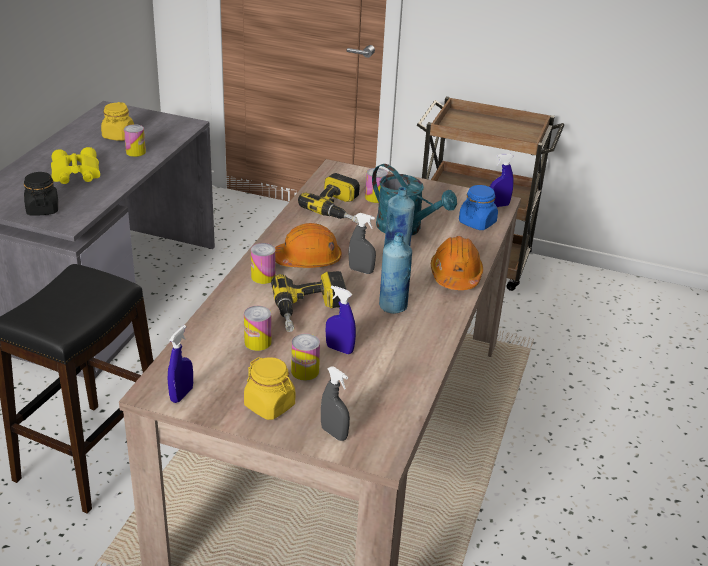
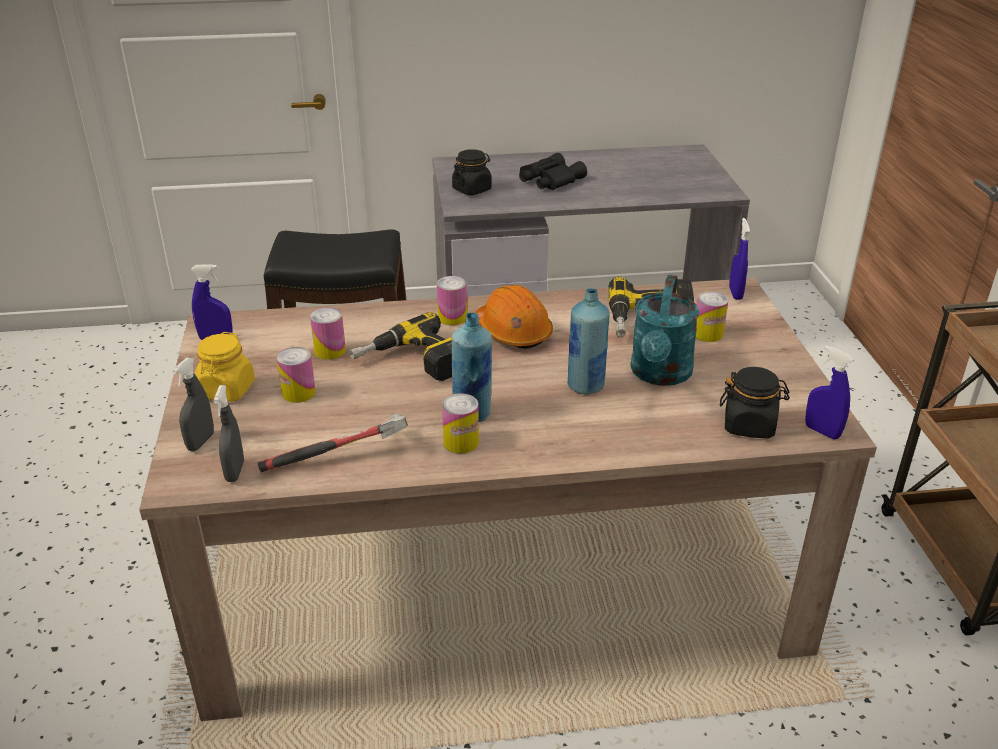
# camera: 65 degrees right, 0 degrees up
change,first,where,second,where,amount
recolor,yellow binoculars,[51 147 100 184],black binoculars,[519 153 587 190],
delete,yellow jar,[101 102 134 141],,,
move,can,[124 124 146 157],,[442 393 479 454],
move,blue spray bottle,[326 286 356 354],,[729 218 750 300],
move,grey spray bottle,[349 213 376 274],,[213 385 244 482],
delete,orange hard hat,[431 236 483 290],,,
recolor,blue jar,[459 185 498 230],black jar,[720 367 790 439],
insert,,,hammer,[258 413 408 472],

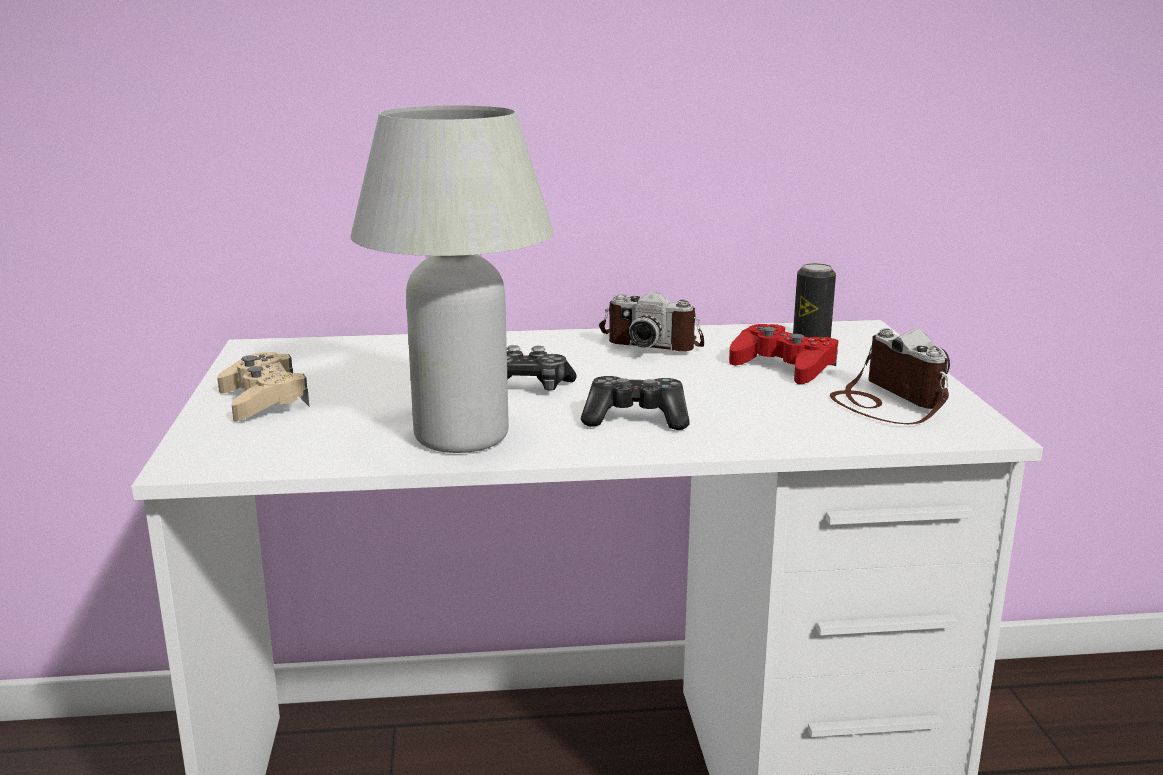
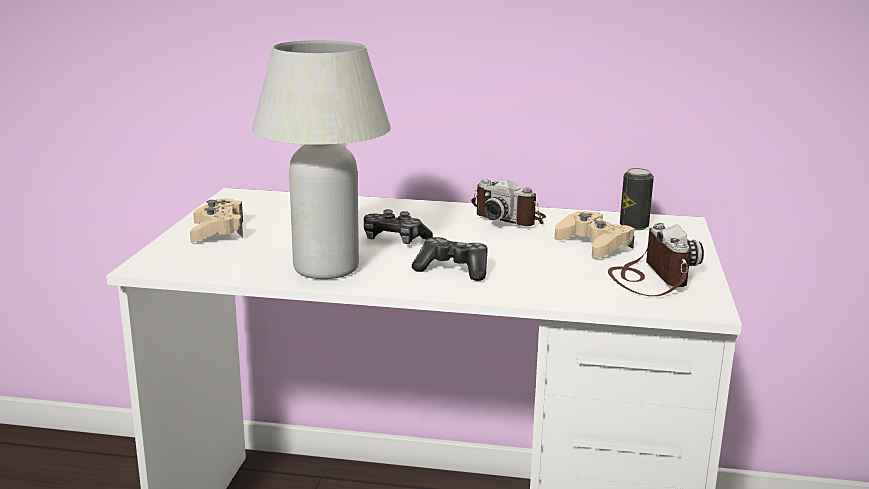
# camera: 15 degrees right, 0 degrees up
change,first,where,second,where,amount
recolor,red game controller,[729 324 839 385],beige game controller,[555 211 634 259],

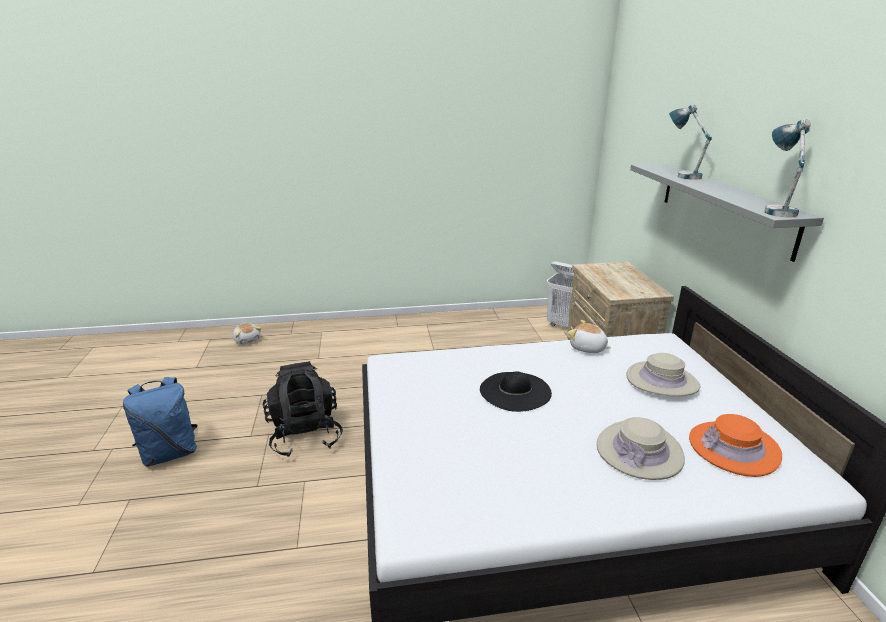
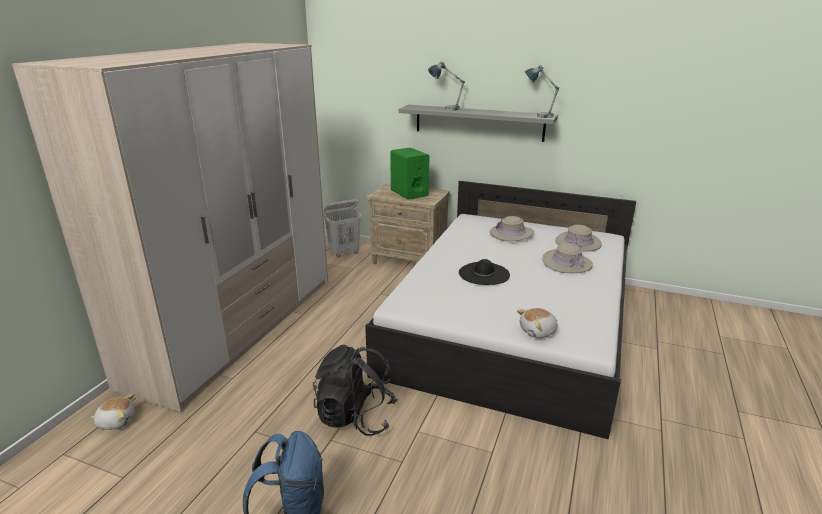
# camera: 60 degrees left, 0 degrees up
change,first,where,second,where,amount
move,plush toy,[568 320 611 353],,[517 308 558 338],
recolor,orange hat,[689 414 782 477],beige hat,[555 225 602 252],
insert,,,wardrobe,[12 43 328 413],
insert,,,green speaker,[390 147 429 200],

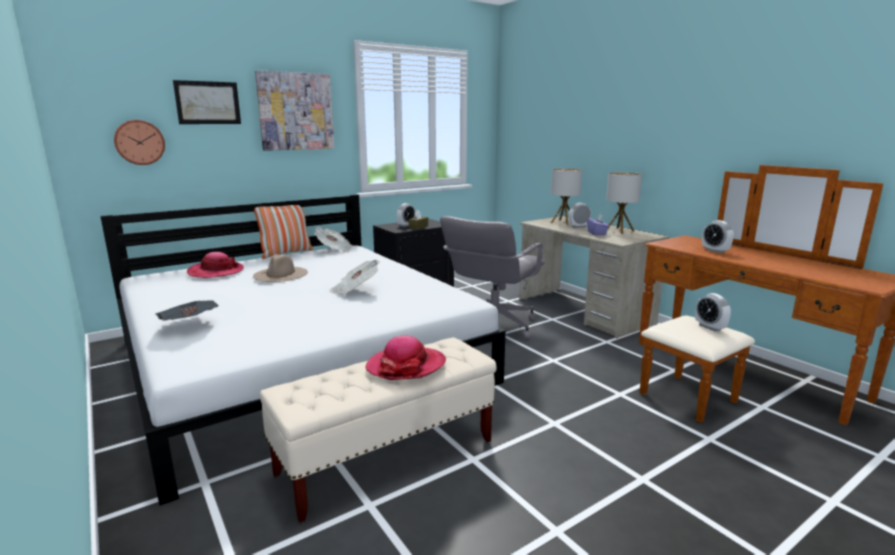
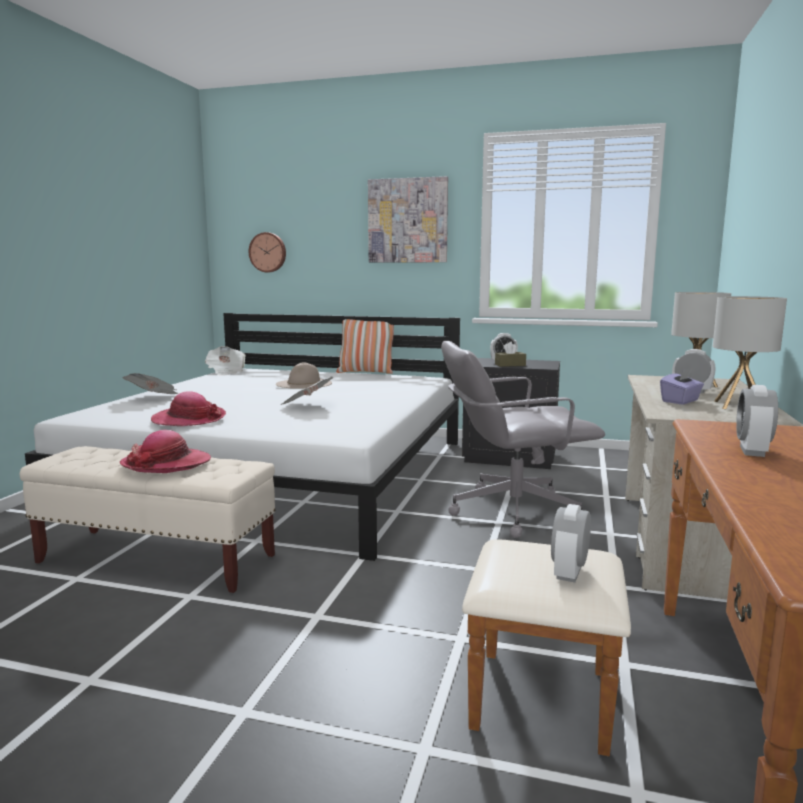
# camera: 50 degrees right, 5 degrees down
change,first,where,second,where,amount
delete,picture,[173 80 241 124],,,
move,hat,[187 252 244 278],,[151 391 226 426],
move,newspaper,[314 227 353 253],,[205 346 246 376],

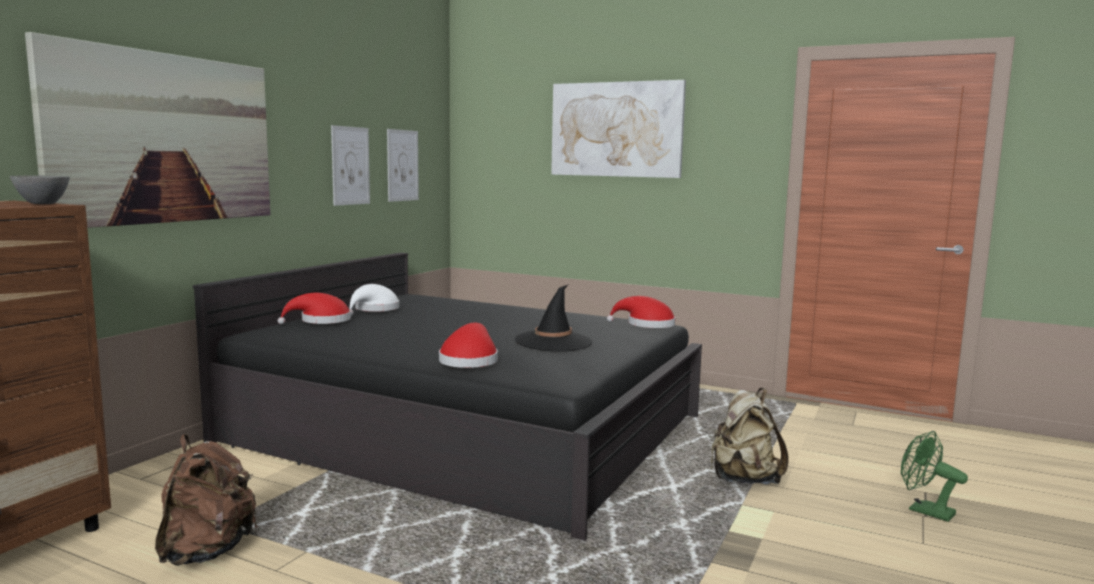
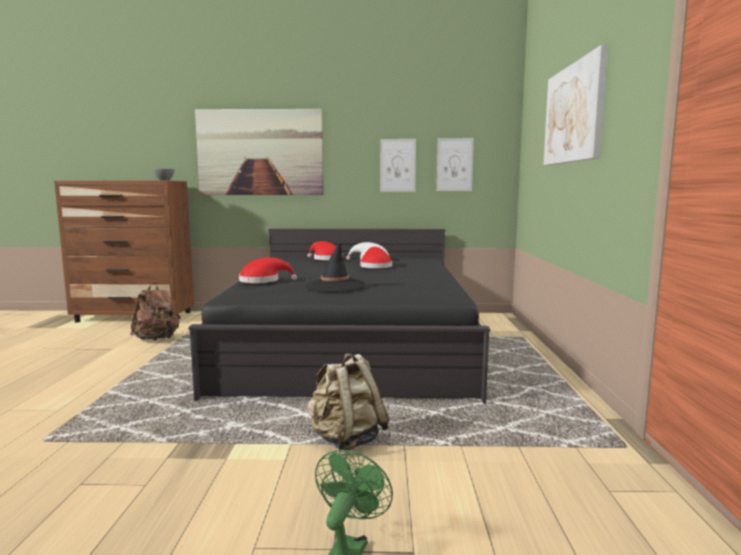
# camera: 65 degrees right, 0 degrees up
change,first,where,second,where,amount
move,red hat,[607 296 675 328],,[360 247 392 268],

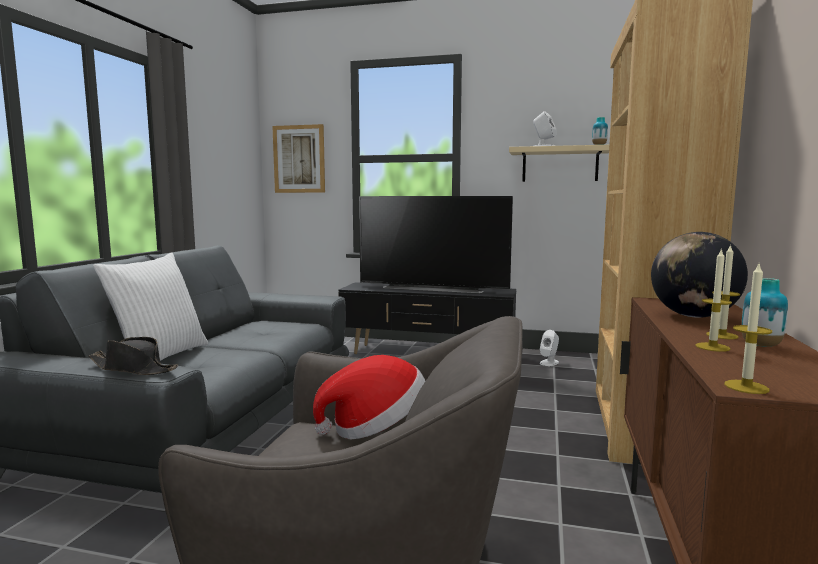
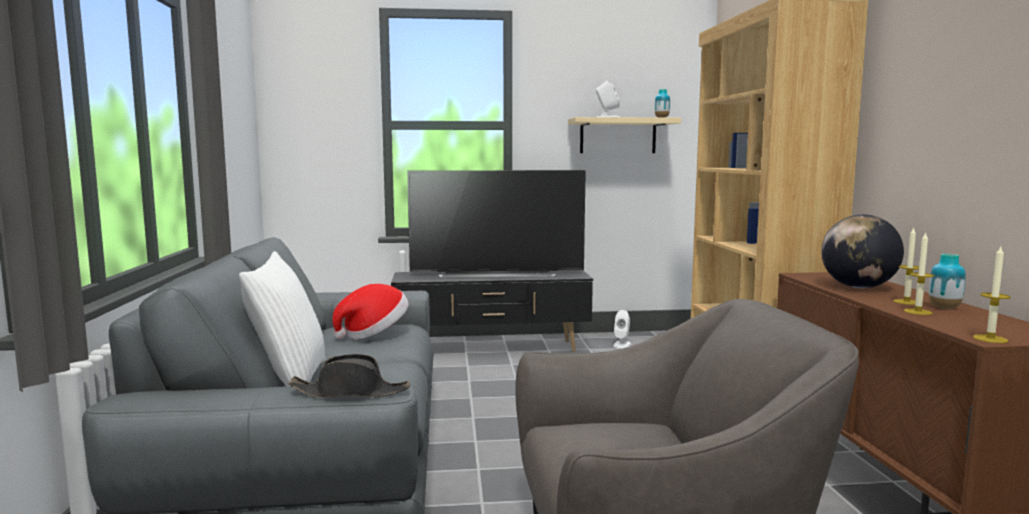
# camera: 20 degrees left, 0 degrees up
change,first,where,second,where,amount
delete,picture,[272 124 325 193],,,
move,hat,[313 355 425 439],,[332 284 409 339],

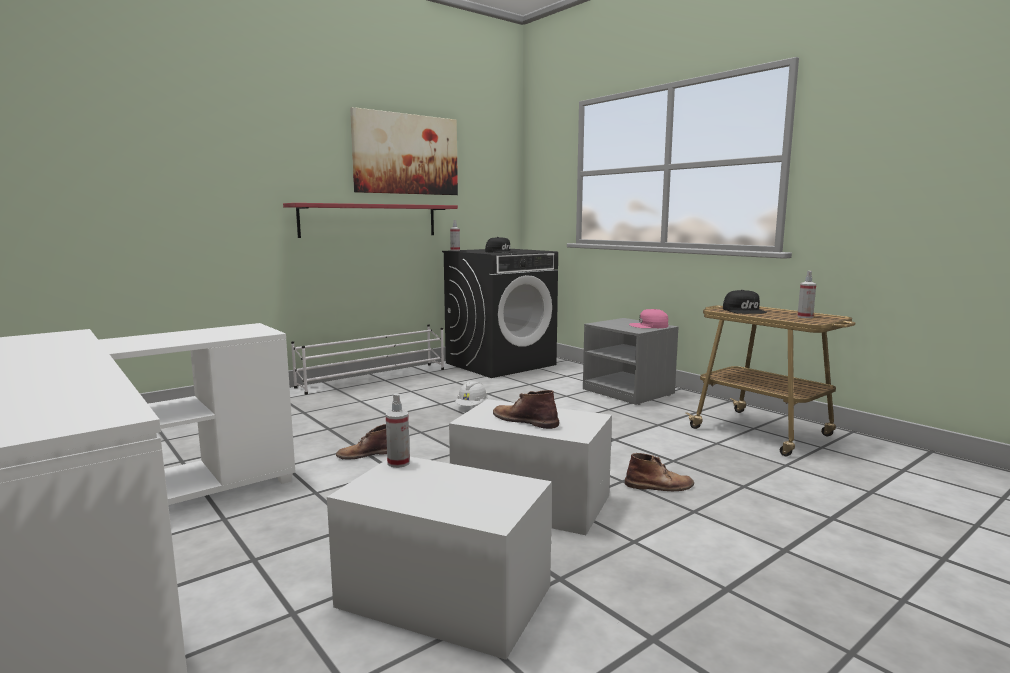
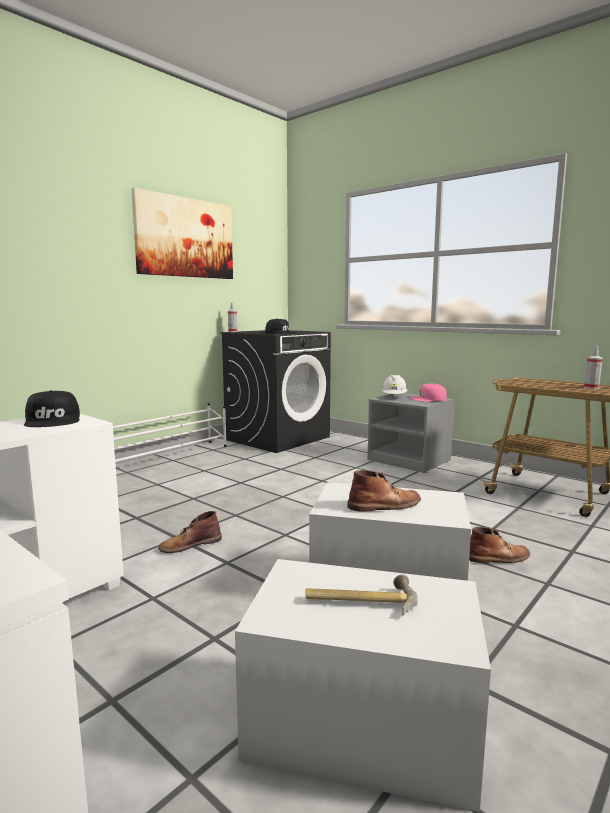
# camera: 10 degrees left, 0 degrees up
change,first,where,second,where,amount
delete,red shelf,[283 203 458 238],,,
delete,spray bottle,[386 393 410 468],,,
move,white hard hat,[455 381 488 406],,[381 375 408 395],
rotate,brown boot,[493 390 559 429],,[347 470 421 511],135 degrees clockwise
move,black cap,[723 290 767 314],,[24 390 80 427],
insert,,,hammer,[305 574 418 616],

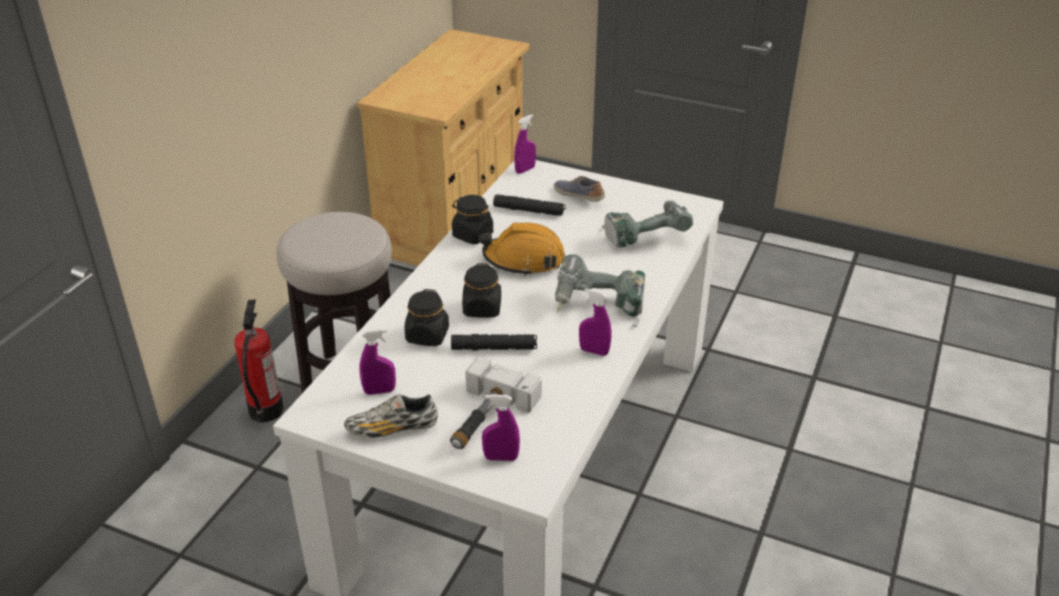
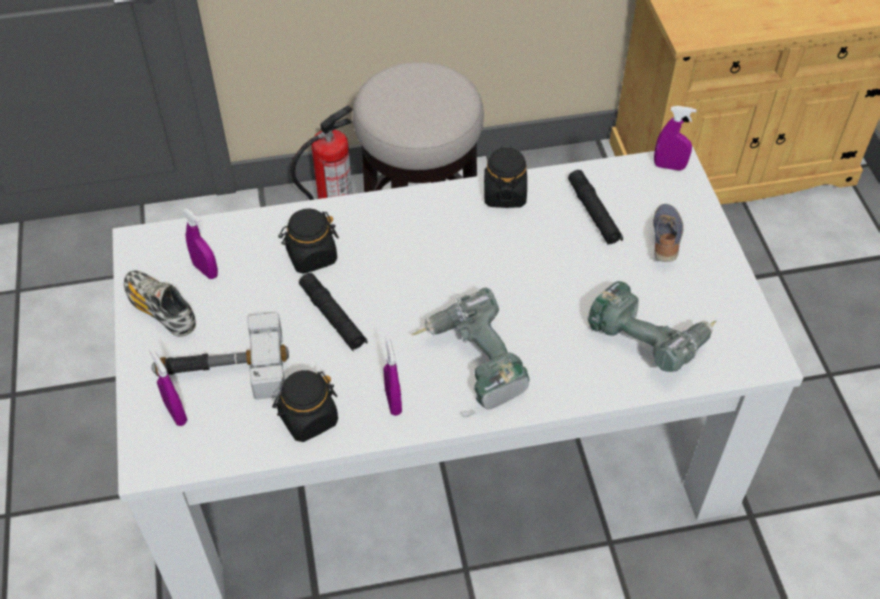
# camera: 55 degrees right, 15 degrees up
change,first,where,second,where,amount
move,black jar,[462 263 501 318],,[272 370 338 442],
delete,orange hard hat,[480 223 565 276],,,

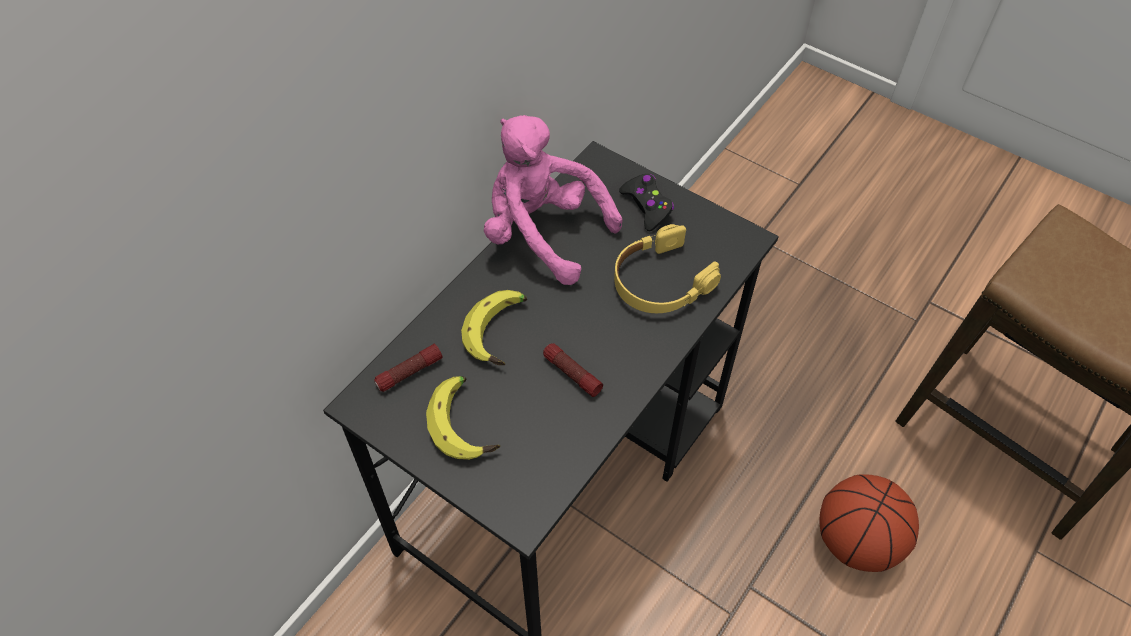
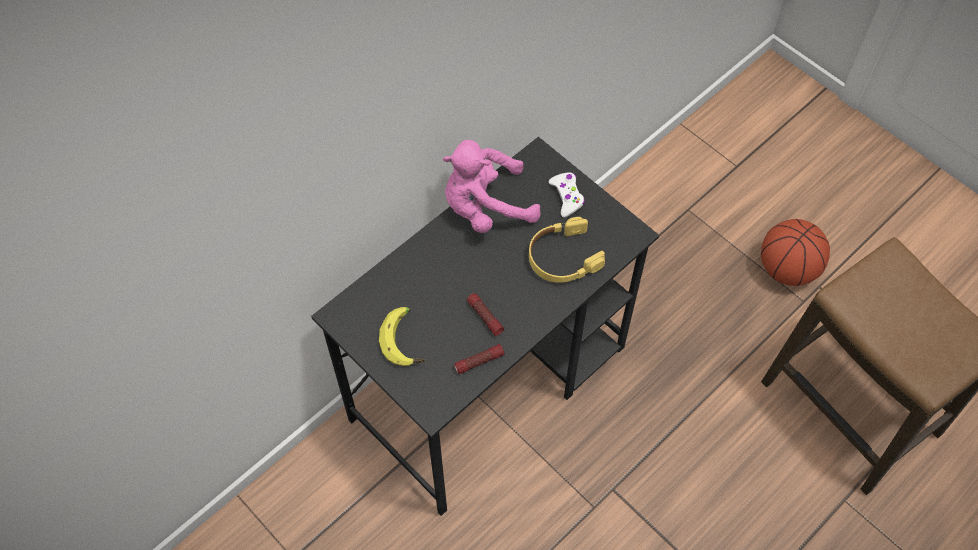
# camera: 10 degrees right, 5 degrees up
change,first,where,second,where,amount
move,flashlight,[374 344 443 392],,[454 344 505 374],
delete,banana,[461 290 527 365],,,
rotate,pink plush toy,[484 115 623 285],,[443 140 541 233],60 degrees counterclockwise
recolor,black game controller,[619 174 674 231],white game controller,[549 172 585 218],
move,basketball,[819 474 919 572],,[761 219 830 286],

